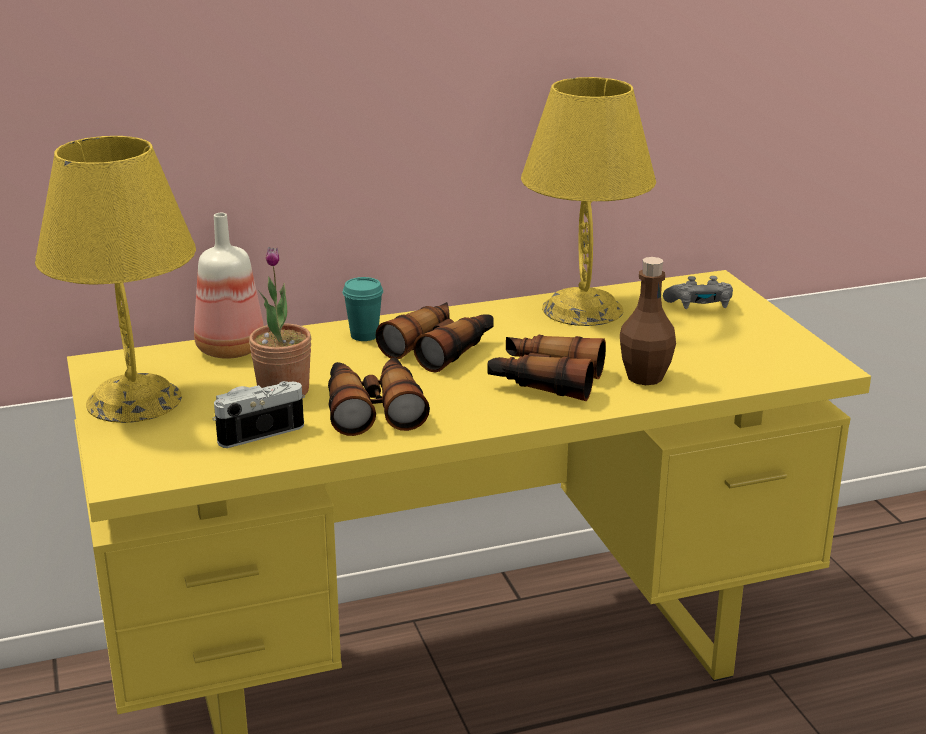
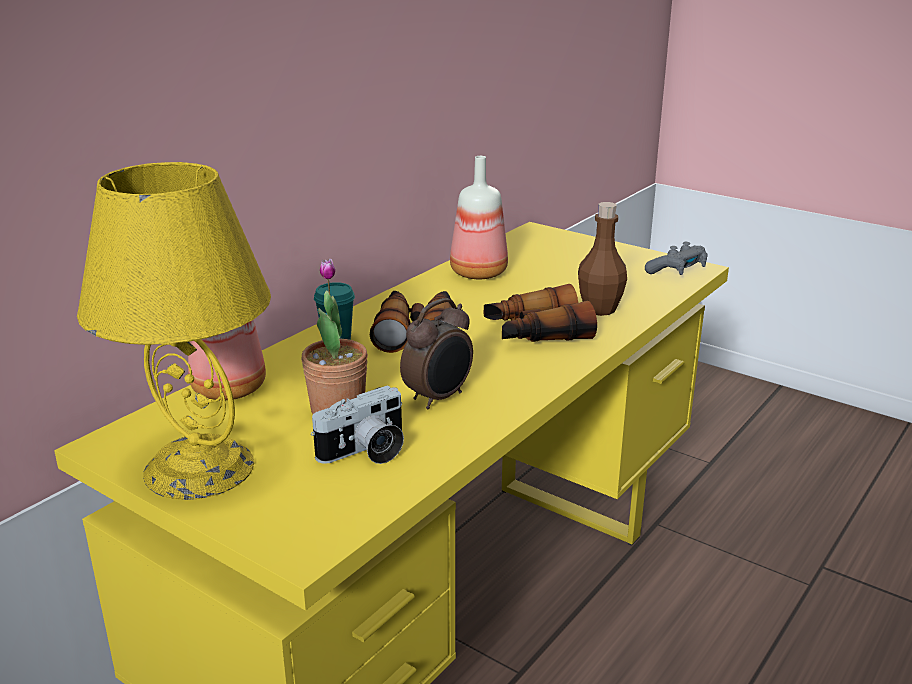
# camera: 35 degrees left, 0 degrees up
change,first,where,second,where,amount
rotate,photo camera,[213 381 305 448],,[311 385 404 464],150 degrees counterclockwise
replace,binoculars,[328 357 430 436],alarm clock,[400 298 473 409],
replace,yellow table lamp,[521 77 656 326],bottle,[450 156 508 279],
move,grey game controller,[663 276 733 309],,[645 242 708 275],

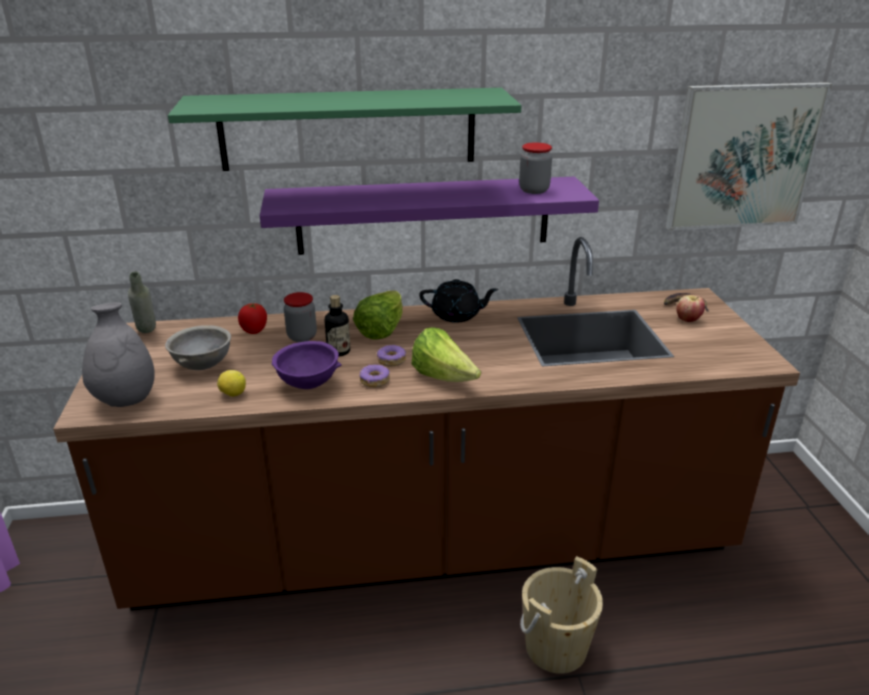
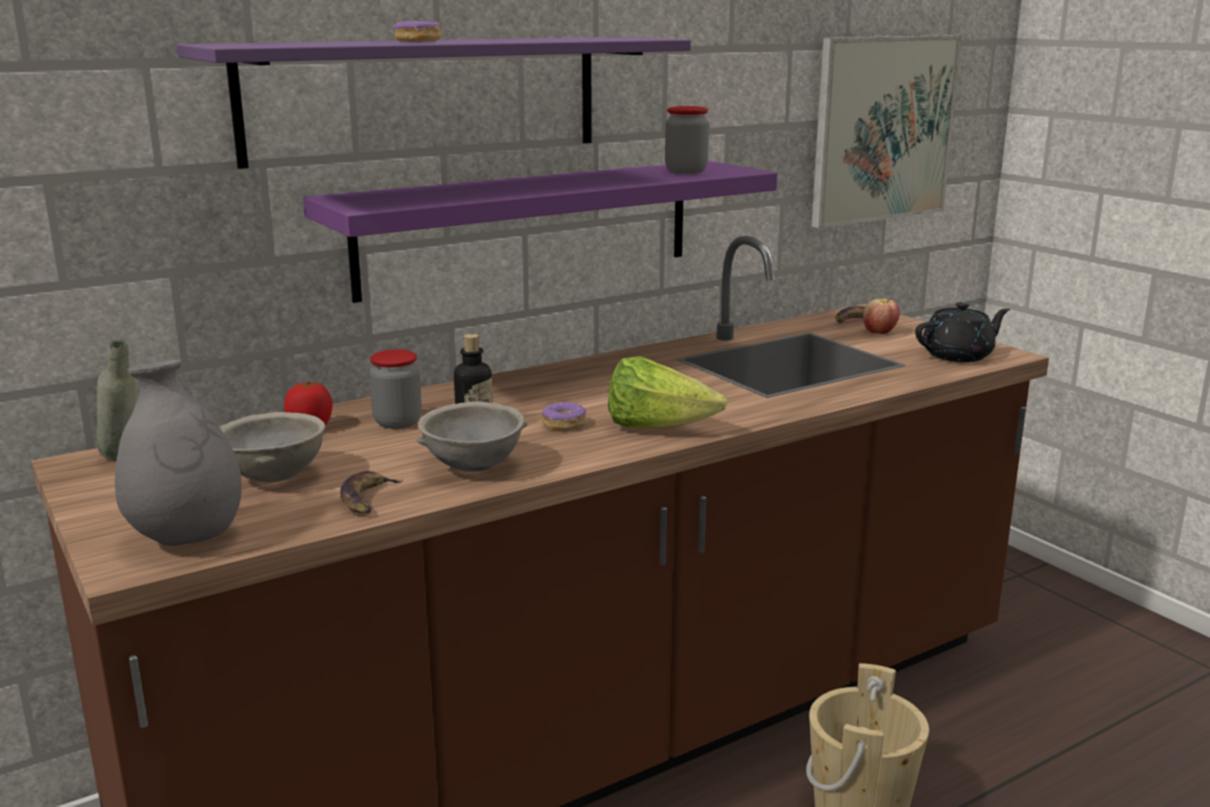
# camera: 25 degrees left, 10 degrees down
change,first,where,second,where,amount
recolor,green shelf,[168 88 522 171],purple shelf,[177 37 691 169],
replace,lemon,[217 370 246 397],banana,[340 471 403 514],
recolor,purple bowl,[271 341 342 389],grey bowl,[416 401 528 472],
delete,lettuce,[353 291 403 339],,,
move,donut,[360 364 390 387],,[394 20 442 42],
move,black teapot,[420 279 498 323],,[915 302 1010 362],

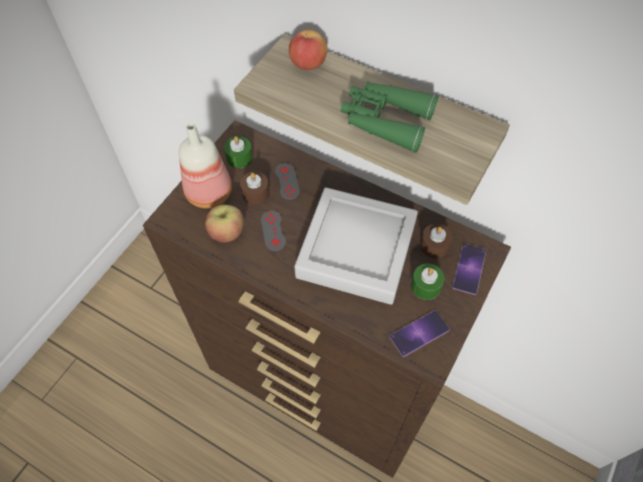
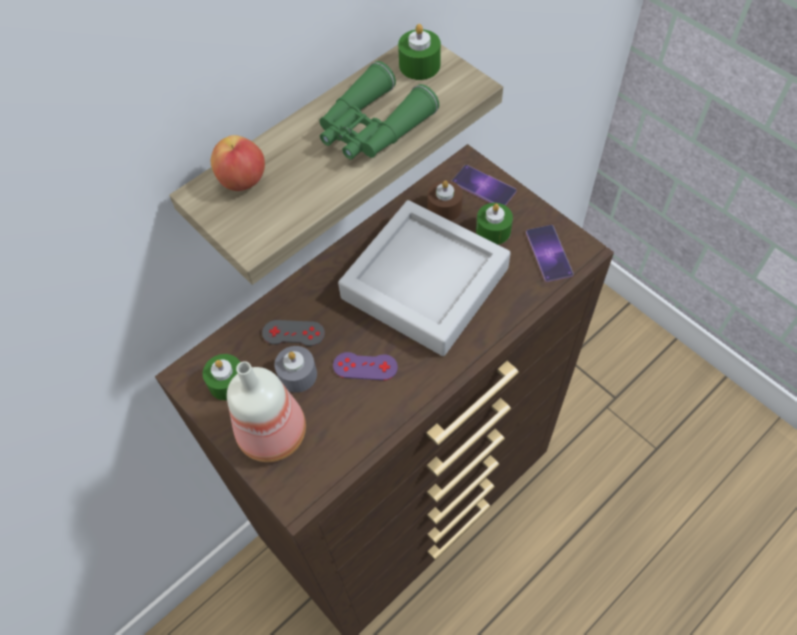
# camera: 70 degrees left, 0 degrees up
change,first,where,second,where,amount
delete,apple,[205 205 244 242],,,
recolor,brown candle,[240 172 269 205],grey candle,[274 346 317 393],
recolor,grey game controller,[261 210 286 251],purple game controller,[333 352 398 380],
insert,,,green candle,[398 24 441 80],

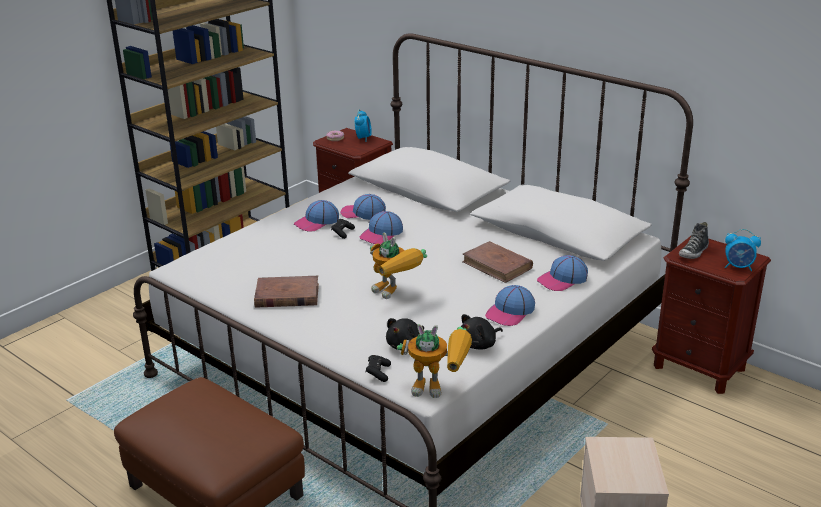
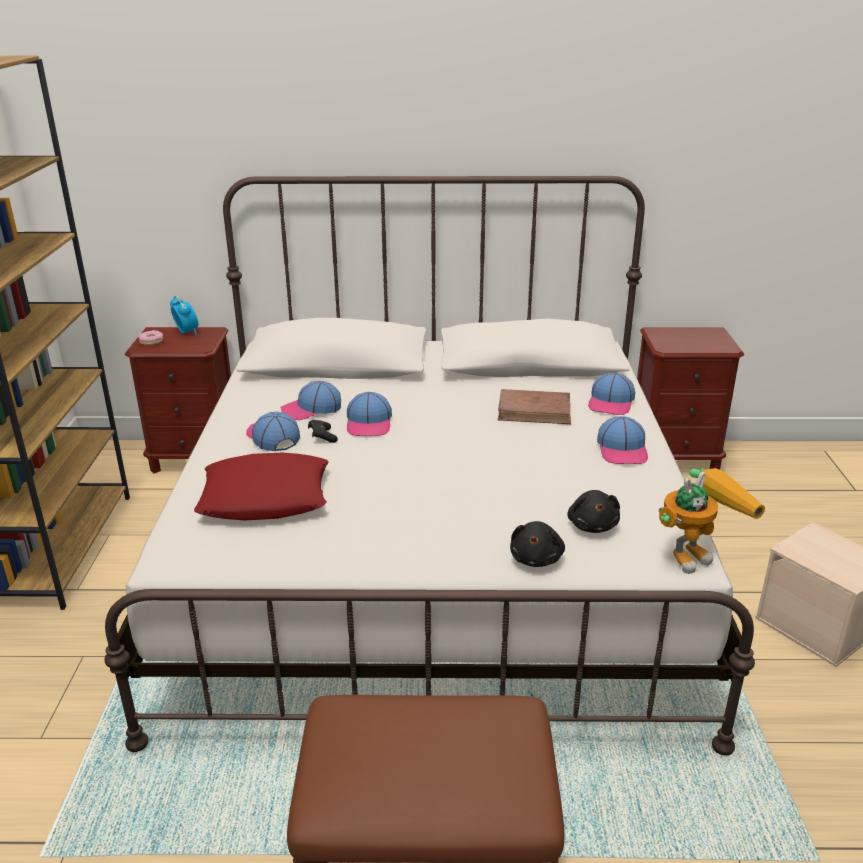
# camera: 40 degrees left, 0 degrees up
change,first,where,second,where,amount
delete,brown book,[254 276 319 308],,,
rotate,cap,[294 200 339 232],,[246 412 300 451],135 degrees clockwise
delete,black game controller,[365 355 391 382],,,
delete,toy robot,[370 232 427 299],,,
move,black plush toy,[461 314 503 349],,[510 521 565 567],
delete,shoe,[679 222 709 259],,,
delete,alarm clock,[725 229 761 271],,,
insert,,,red pillow,[194 453 329 521],

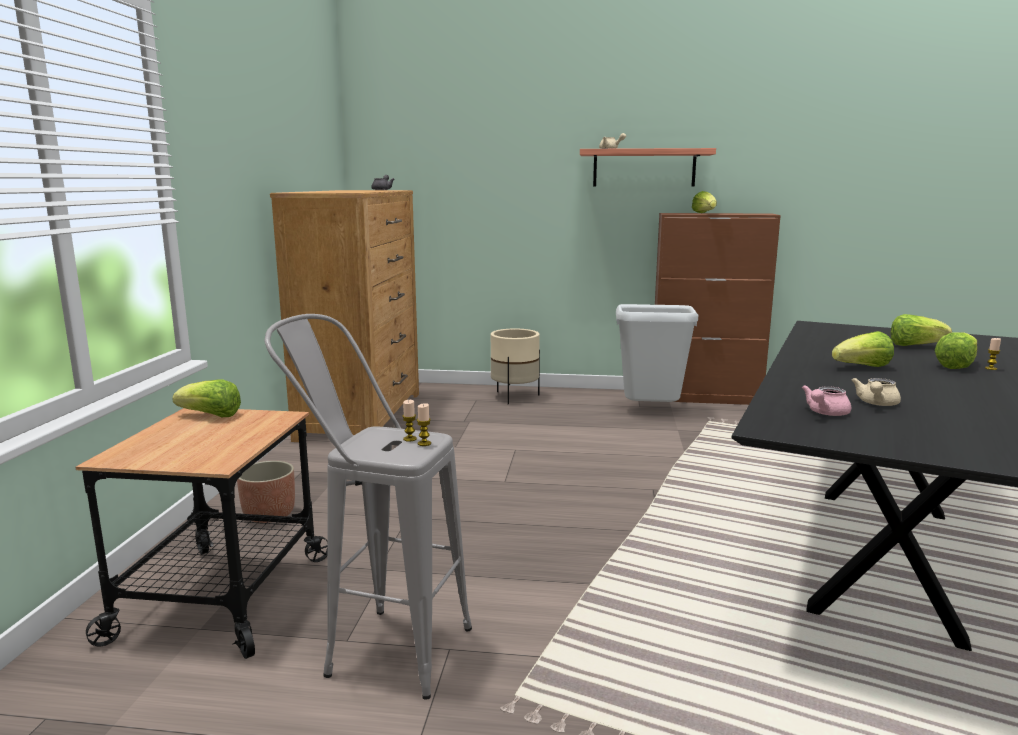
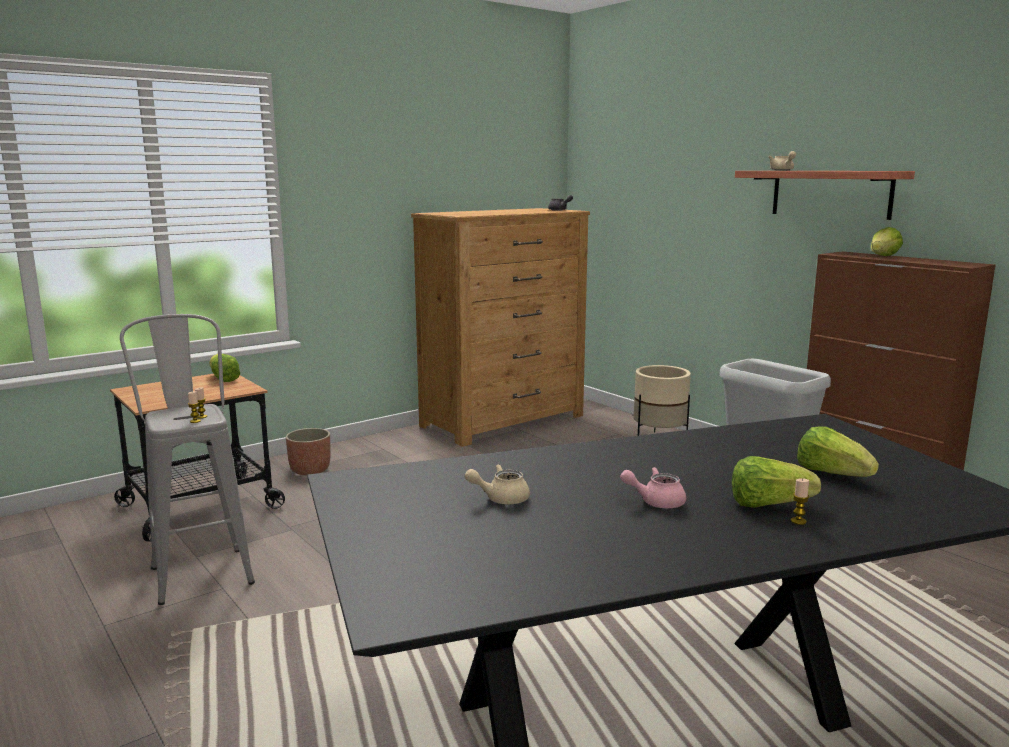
# camera: 45 degrees right, 0 degrees up
change,first,where,second,where,amount
move,pink teapot,[802 385 851 416],,[620 467 686 508],
delete,lettuce,[832 331 894 367],,,

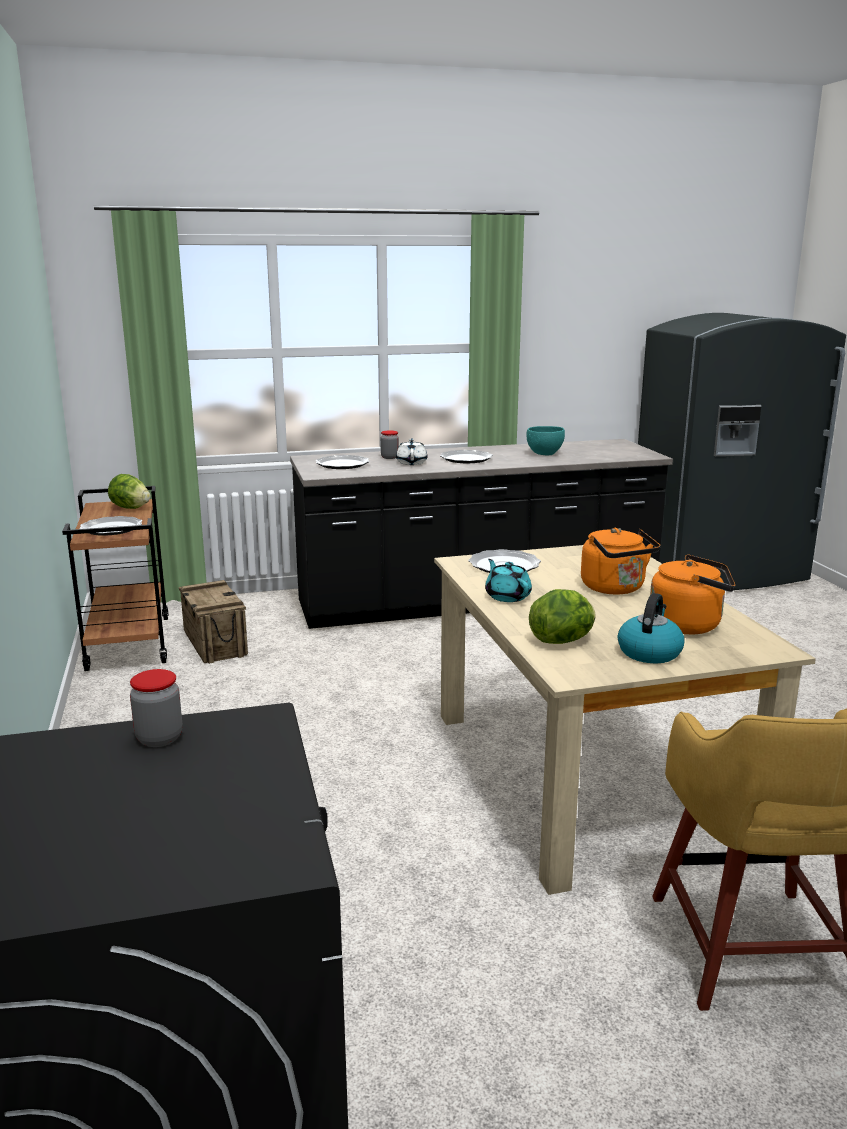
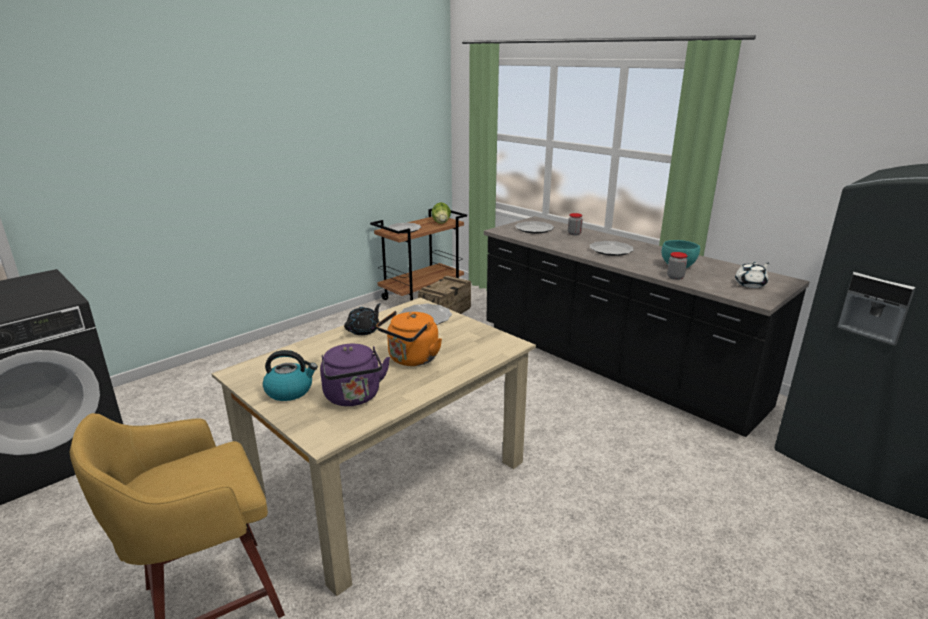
# camera: 60 degrees right, 5 degrees up
change,first,where,second,where,amount
move,jar,[130 669 182 747],,[667 252 688 280],
move,white teapot,[396 439 427 465],,[735 262 769 288],
recolor,turquoise teapot,[485 559 532 602],black teapot,[344 303 381 335],
delete,lettuce,[529 589 596 644],,,
recolor,orange kettle,[650 555 735 634],purple kettle,[320 344 390 406],

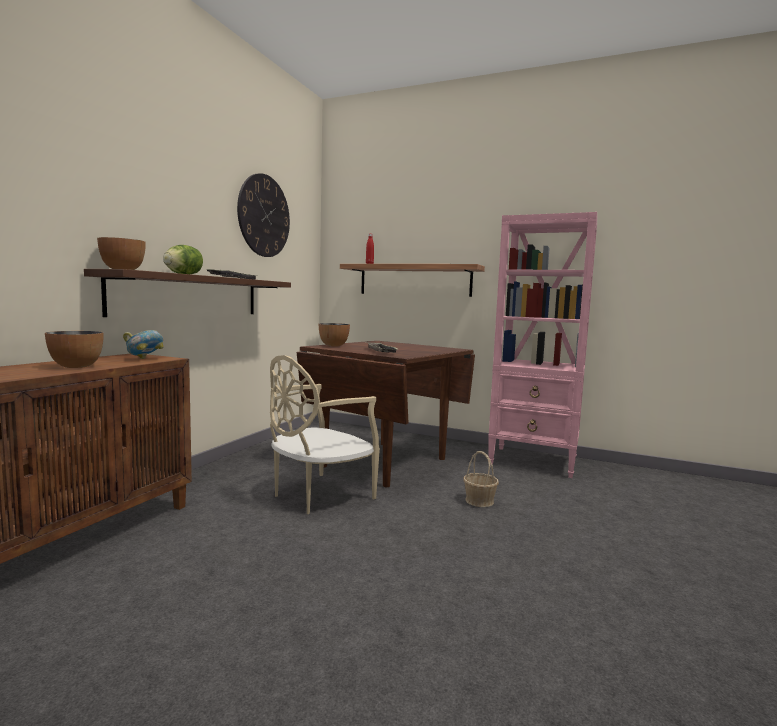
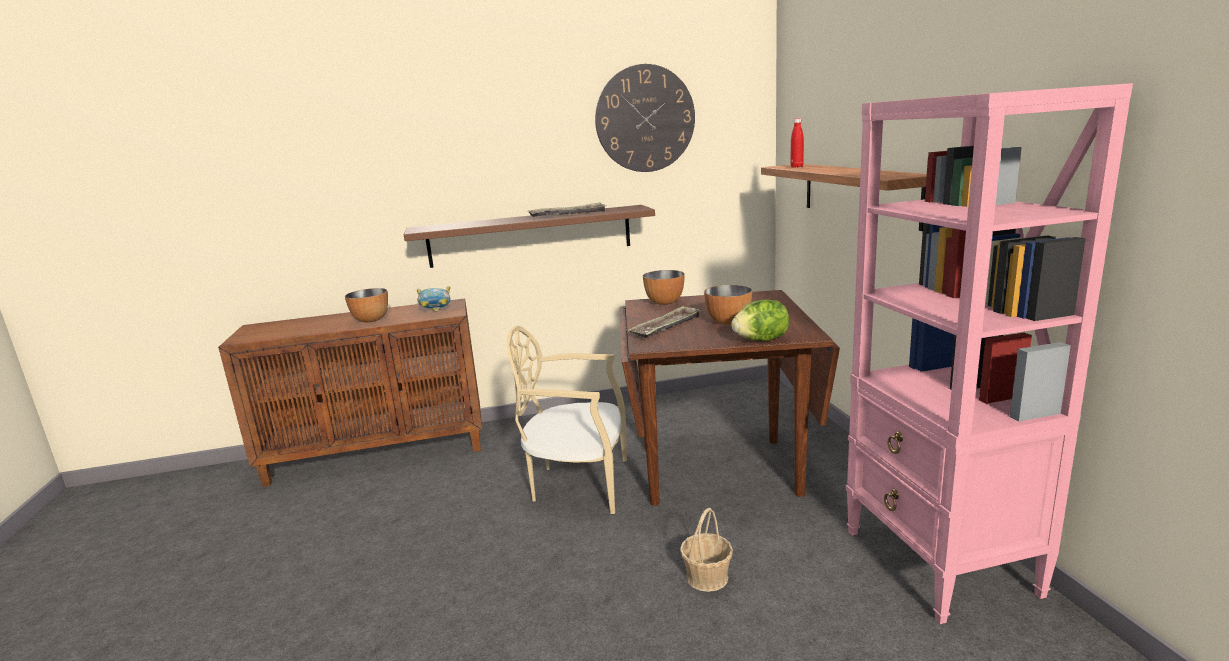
# camera: 55 degrees right, 10 degrees up
change,first,where,second,where,amount
move,bowl,[97 237 146 270],,[704 285 752 325],
move,lettuce,[163 245 203 274],,[731 299 789 341],

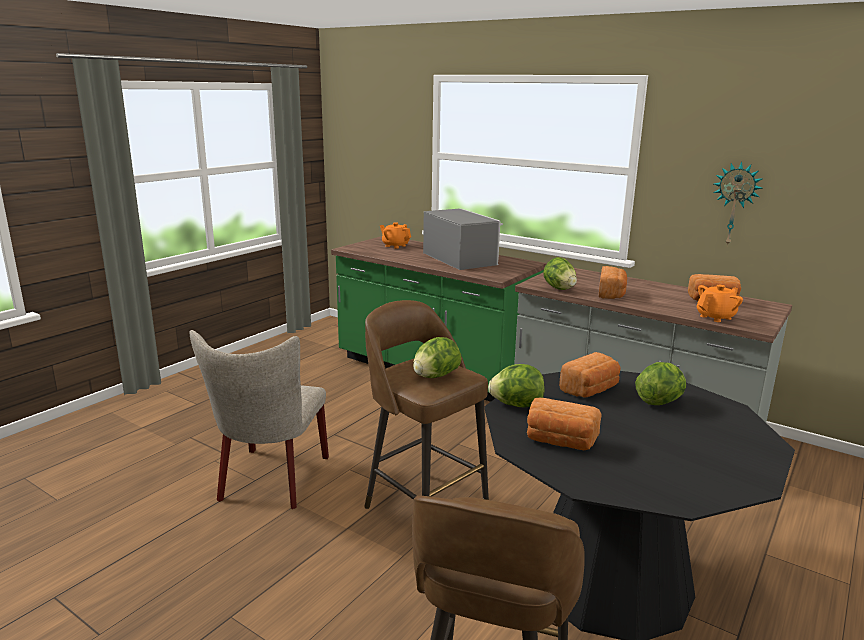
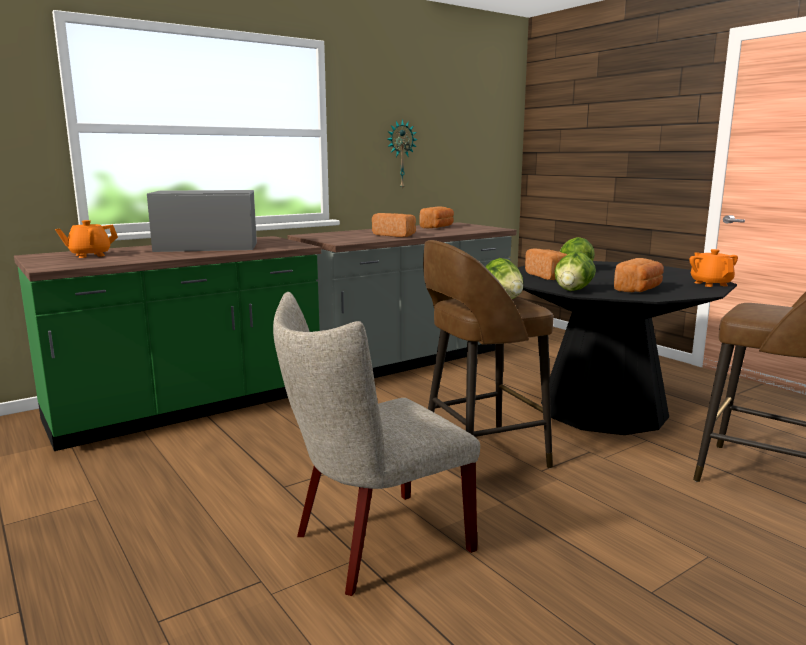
# camera: 70 degrees left, 5 degrees down
change,first,where,second,where,amount
rotate,beige chair,[189 330 329 509],,[273 292 480 596],120 degrees clockwise
delete,lettuce,[543 257 577 290],,,
move,orange teapot,[697 285 743 322],,[690 249 738 287],

